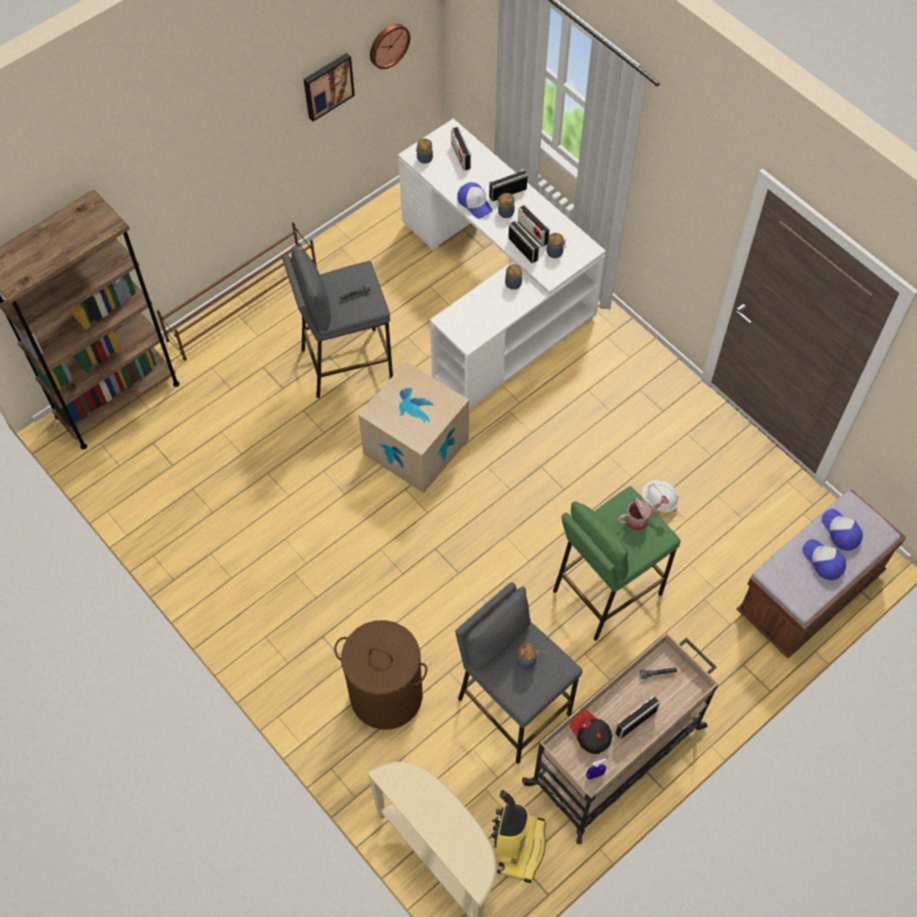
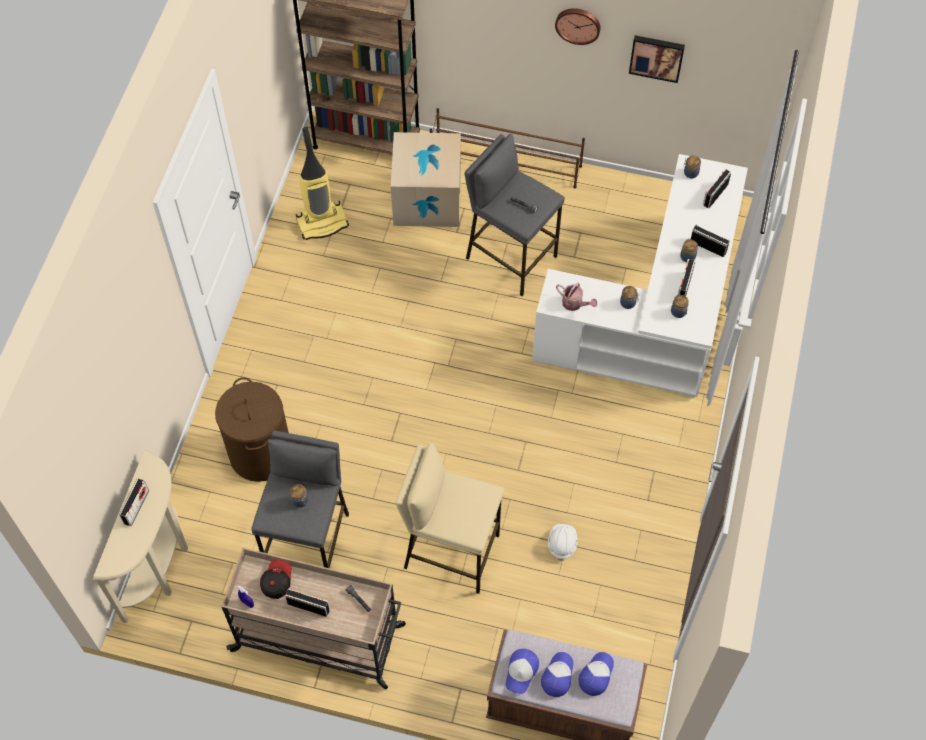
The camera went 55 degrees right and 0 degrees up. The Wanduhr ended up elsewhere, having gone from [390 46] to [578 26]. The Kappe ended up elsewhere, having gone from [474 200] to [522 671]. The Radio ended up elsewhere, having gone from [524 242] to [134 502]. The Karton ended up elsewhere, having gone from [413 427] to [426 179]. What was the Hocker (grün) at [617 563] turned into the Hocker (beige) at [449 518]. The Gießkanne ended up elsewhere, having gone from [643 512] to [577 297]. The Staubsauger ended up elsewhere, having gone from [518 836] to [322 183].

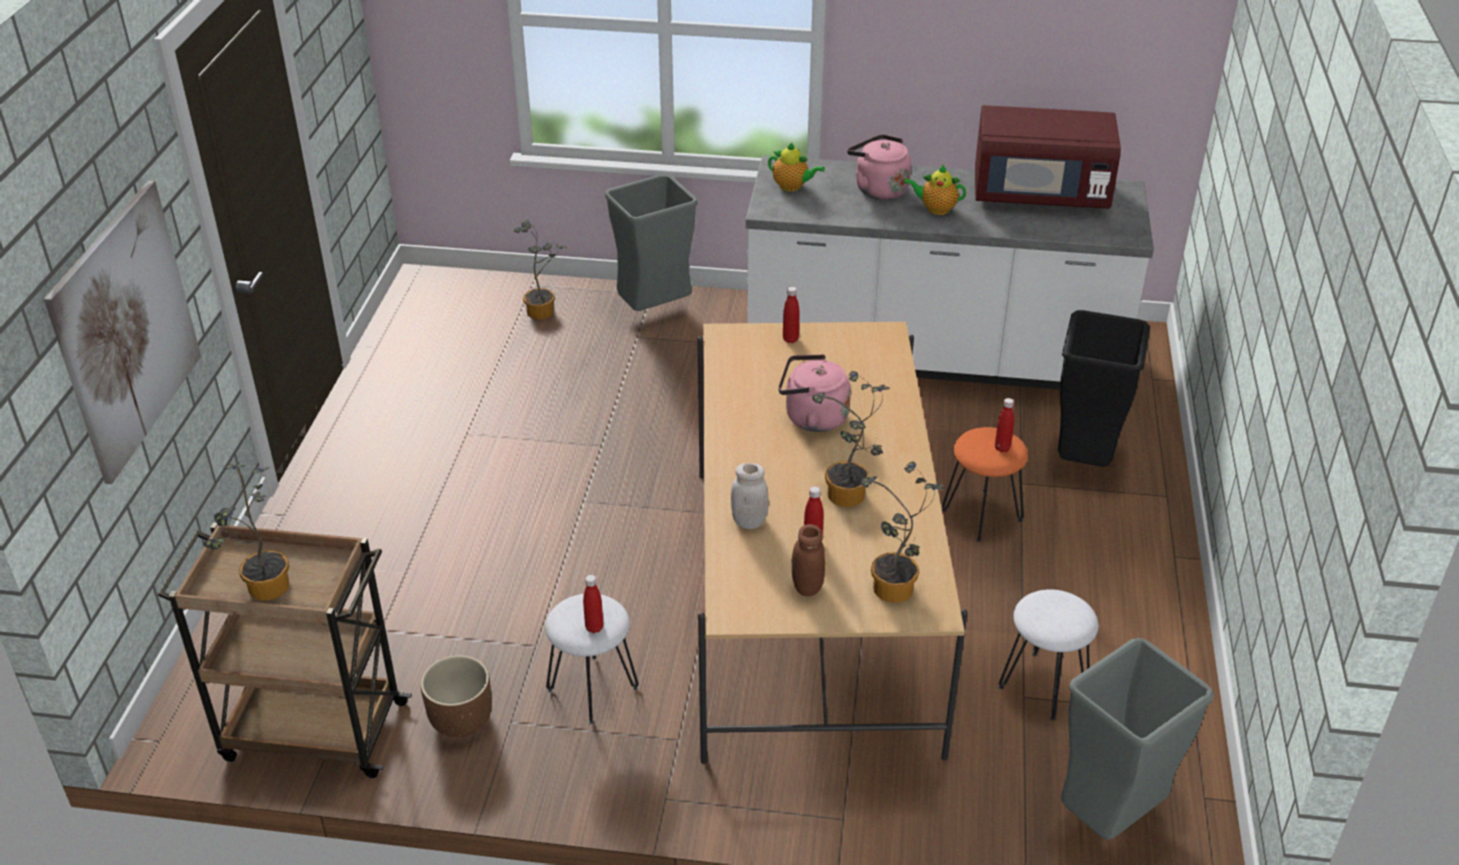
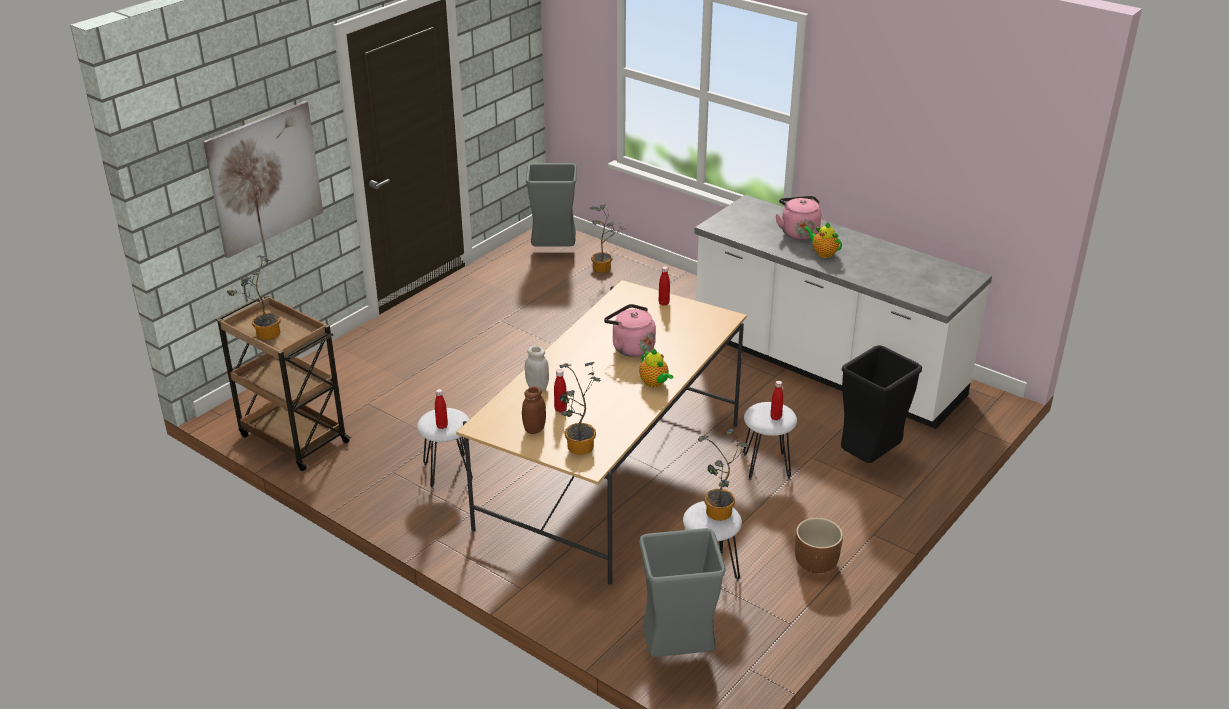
The camera went 30 degrees right and 5 degrees down. The second view lost the Mikrowelle (rot) at [1048 157]. The Teekanne ended up elsewhere, having gone from [796 167] to [656 368]. The Mülleimer (grau) ended up elsewhere, having gone from [651 243] to [551 205]. The Topfpflanze ended up elsewhere, having gone from [851 439] to [723 475]. What was the Hocker (orange) at [985 484] turned into the Hocker (weiß) at [770 441]. The Pflanzkübel (braun) ended up elsewhere, having gone from [456 696] to [819 545].

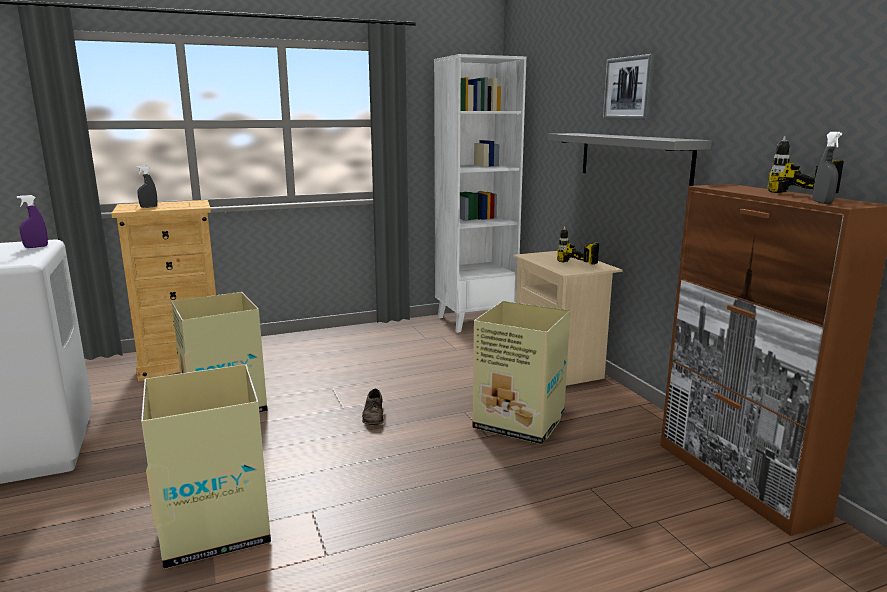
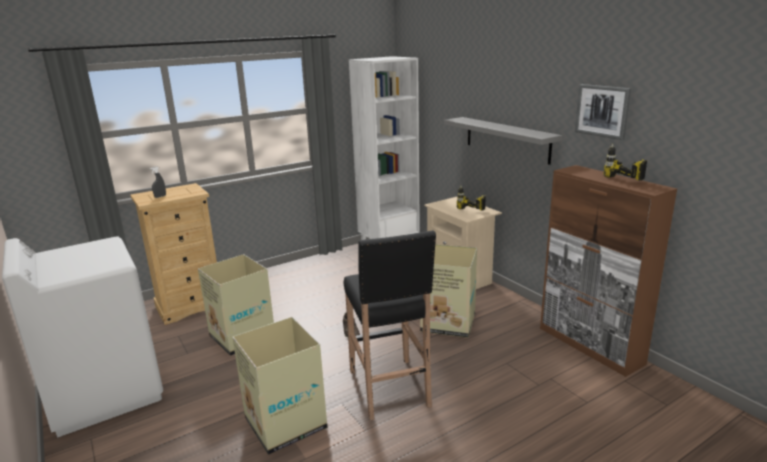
The camera went 10 degrees left and 5 degrees up. The Bild ended up elsewhere, having gone from [629 87] to [603 112]. The second view lost the Sprühflasche (grau) at [827 168]. The second view lost the Sprühflasche (lila) at [32 221]. The second view gained the Hocker (schwarz) at [390 325].

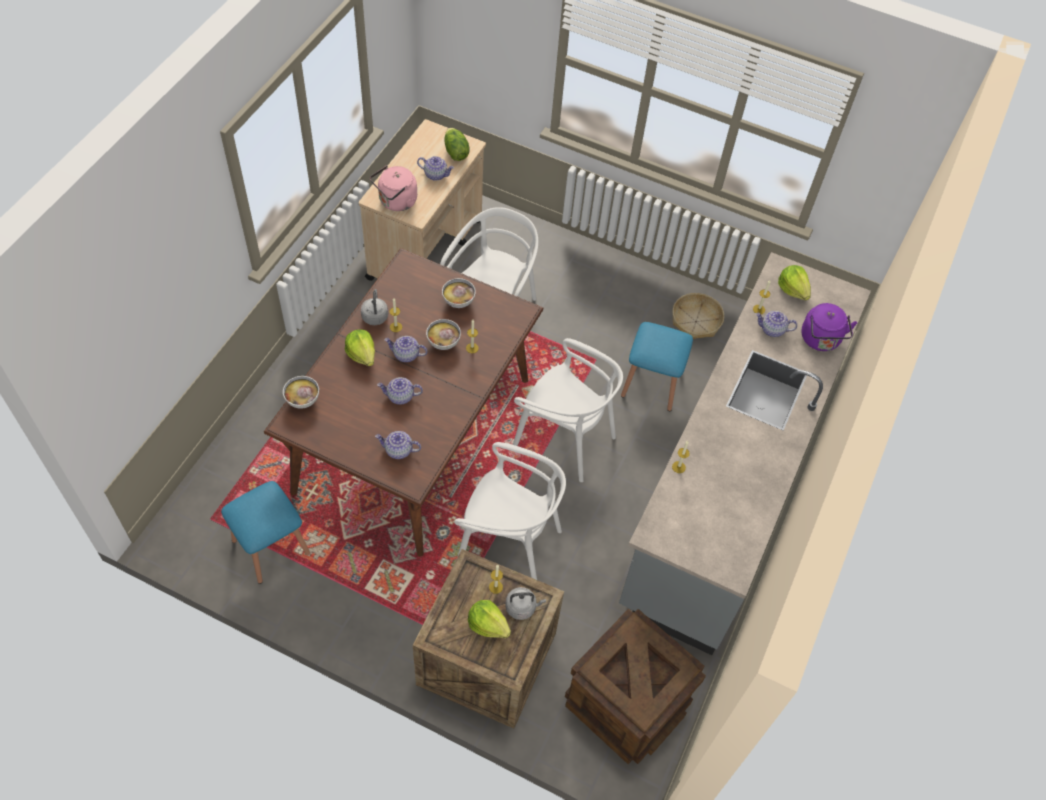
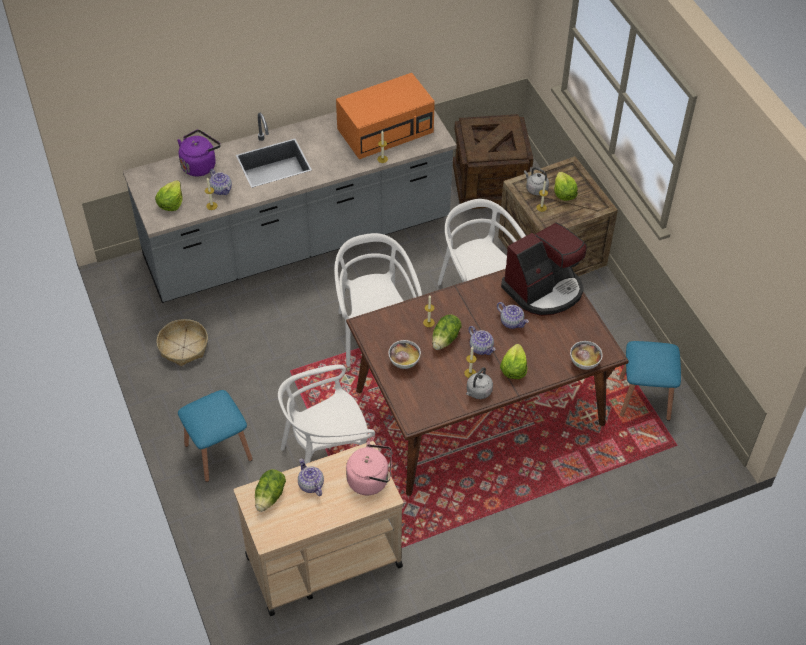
The camera went 135 degrees left and 5 degrees down. Where the Schüssel stood at [443 334], the Salatkopf came to stand at [447 332]. The Hocker (blau) ended up elsewhere, having gone from [657 366] to [215 436]. Where the Teekanne stood at [398 445], the Kaffeemaschine came to stand at [544 269]. The second view gained the Mikrowelle (orange) at [385 116].

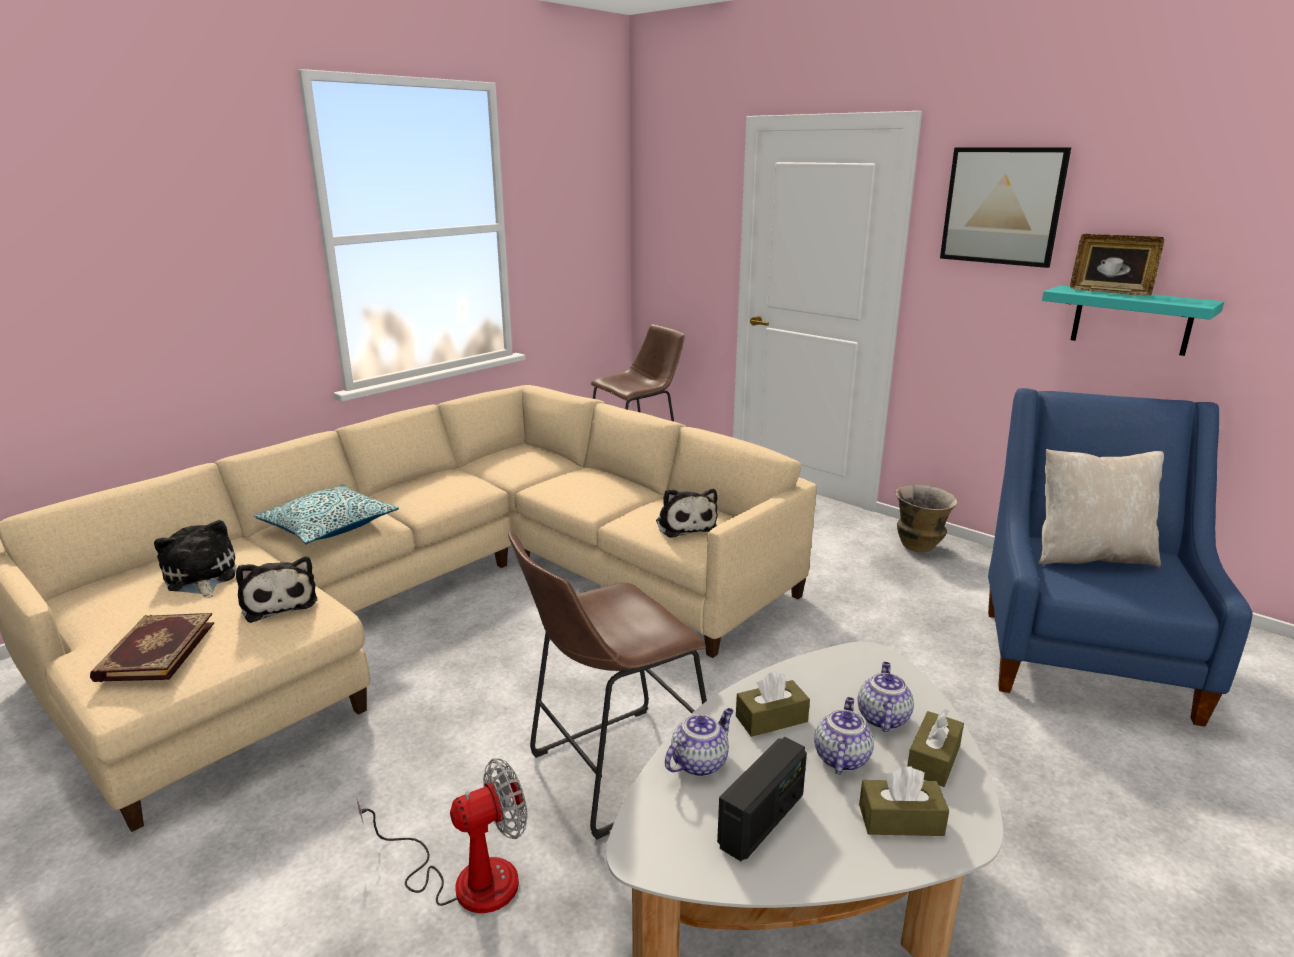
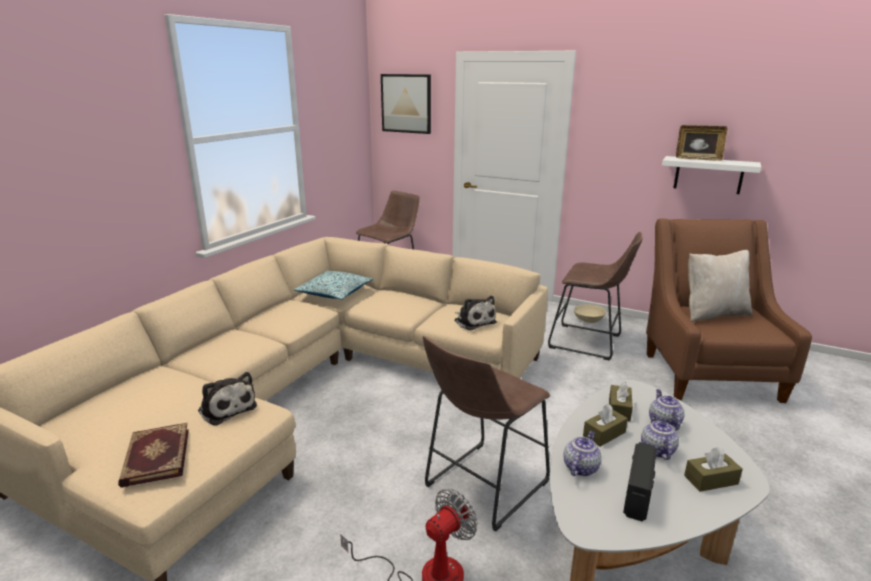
The camera went 15 degrees left and 0 degrees up. The Bild ended up elsewhere, having gone from [1005 207] to [406 104]. What was the Wandregal (türkis) at [1133 320] turned into the Wandregal (weiß) at [711 175]. What was the Sessel (blau) at [1120 557] turned into the Sessel (braun) at [729 310]. The Kissen ended up elsewhere, having gone from [326 514] to [333 285]. Where the Vase stood at [926 519], the Schüssel (beige) came to stand at [590 313]. The second view lost the Plüschtier at [195 559]. The Taschentuchbox (braun) ended up elsewhere, having gone from [935 748] to [621 401]. The second view gained the Hocker (braun) at [595 296].

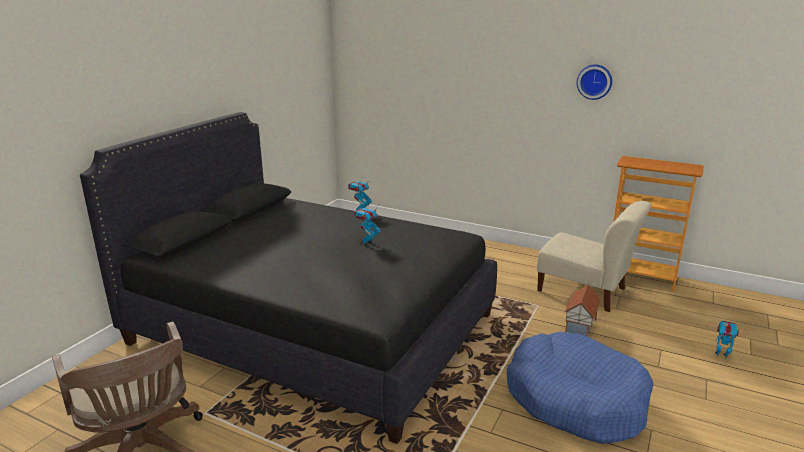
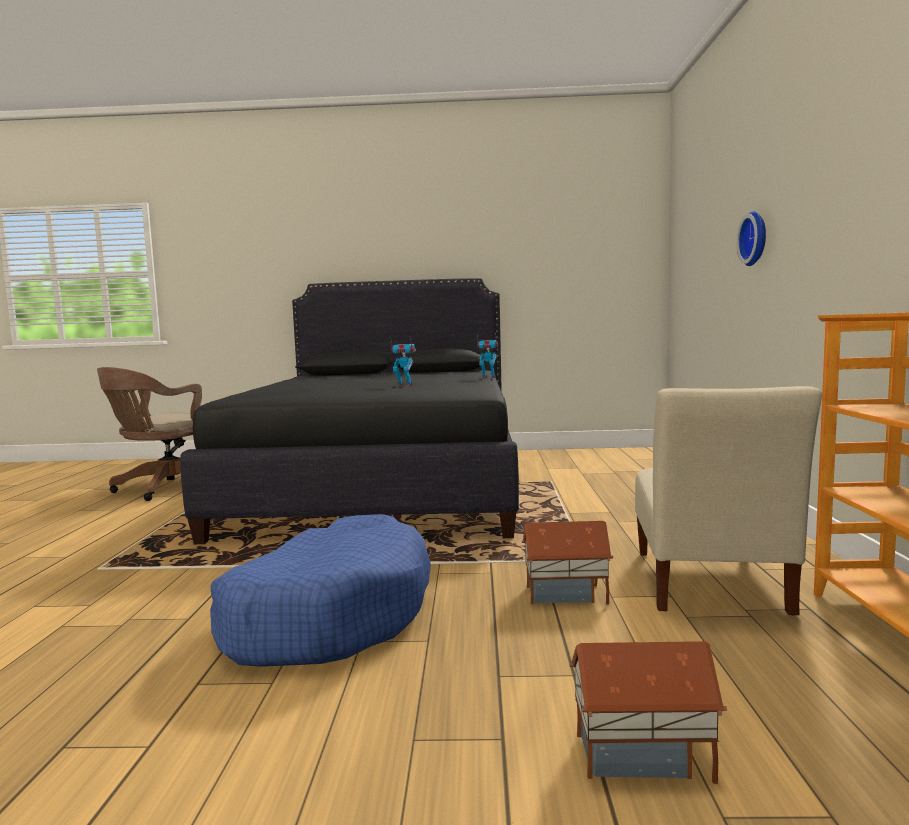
The camera went 65 degrees right and 15 degrees down. The Wanduhr ended up elsewhere, having gone from [594 82] to [751 238]. Where the Spielzeugroboter stood at [727 340], the Spielzeughaus came to stand at [648 712].

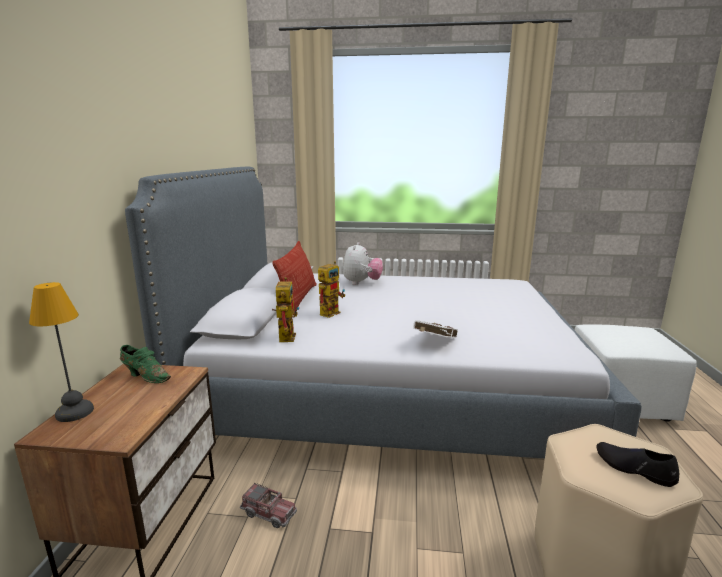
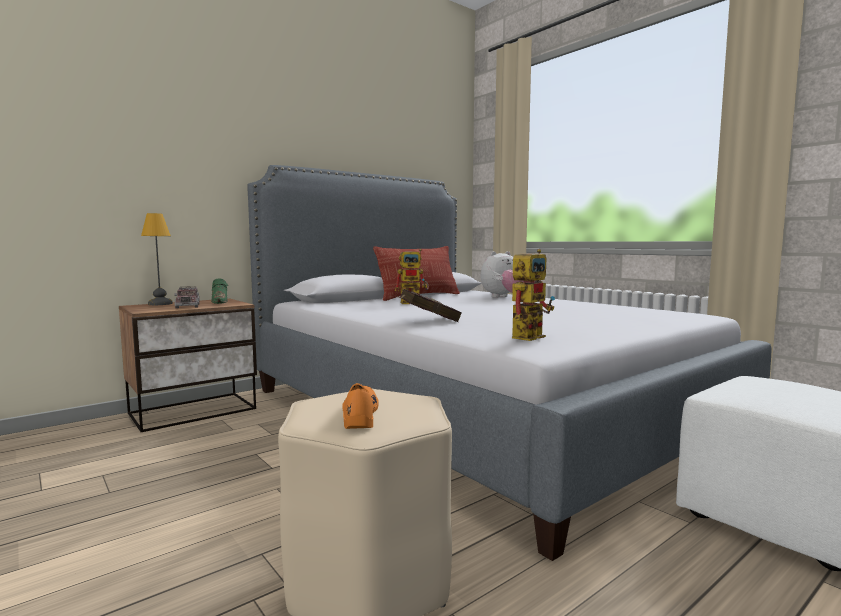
The camera went 45 degrees right and 10 degrees down. The Spielzeugroboter ended up elsewhere, having gone from [285 309] to [533 295]. What was the Buch (weiß) at [435 329] turned into the Buch (rot) at [429 305]. What was the Schuh (schwarz) at [637 464] turned into the Schuh (orange) at [360 406]. The Spielzeuglaster ended up elsewhere, having gone from [268 505] to [187 297].

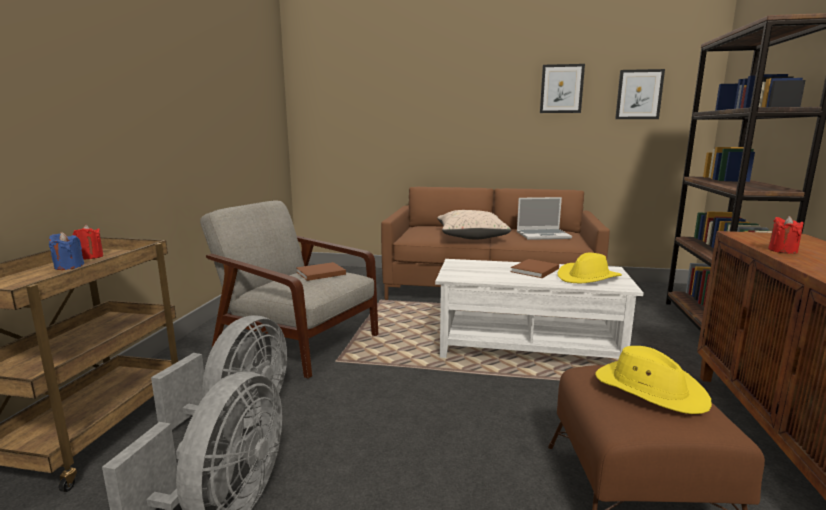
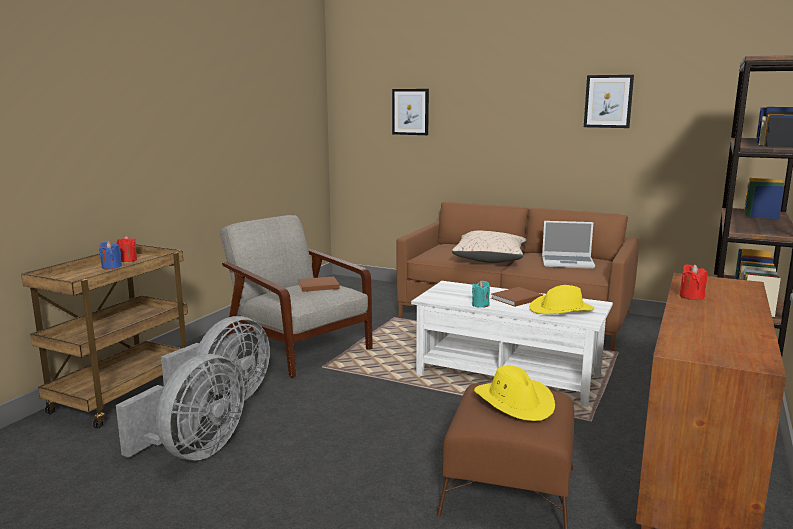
The camera went 15 degrees right and 0 degrees up. The Bild ended up elsewhere, having gone from [640 94] to [410 112]. The second view gained the Kerze (türkis) at [481 294].

